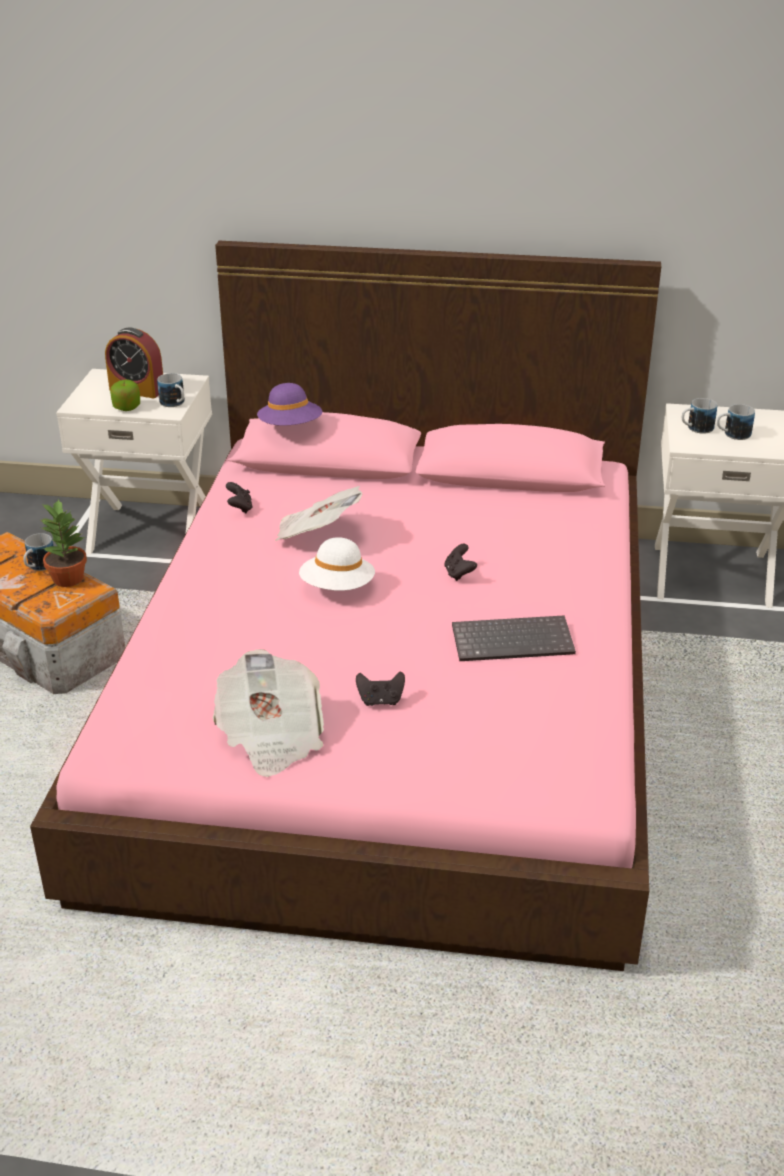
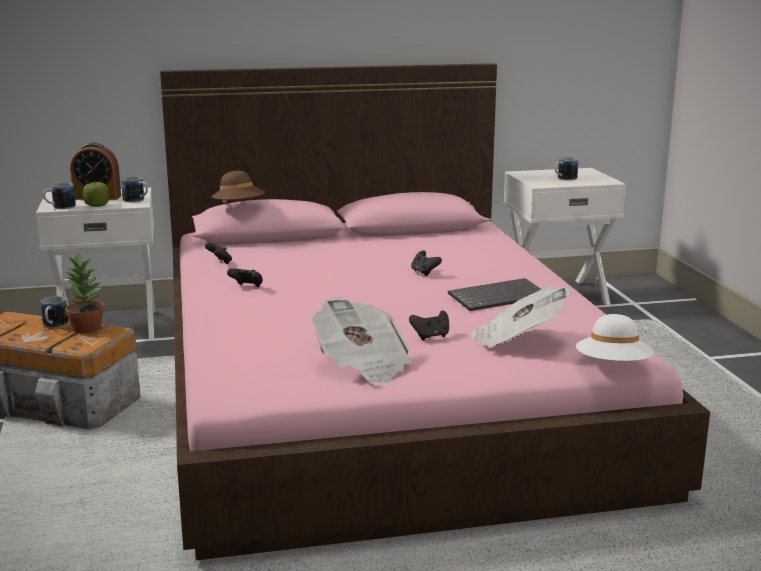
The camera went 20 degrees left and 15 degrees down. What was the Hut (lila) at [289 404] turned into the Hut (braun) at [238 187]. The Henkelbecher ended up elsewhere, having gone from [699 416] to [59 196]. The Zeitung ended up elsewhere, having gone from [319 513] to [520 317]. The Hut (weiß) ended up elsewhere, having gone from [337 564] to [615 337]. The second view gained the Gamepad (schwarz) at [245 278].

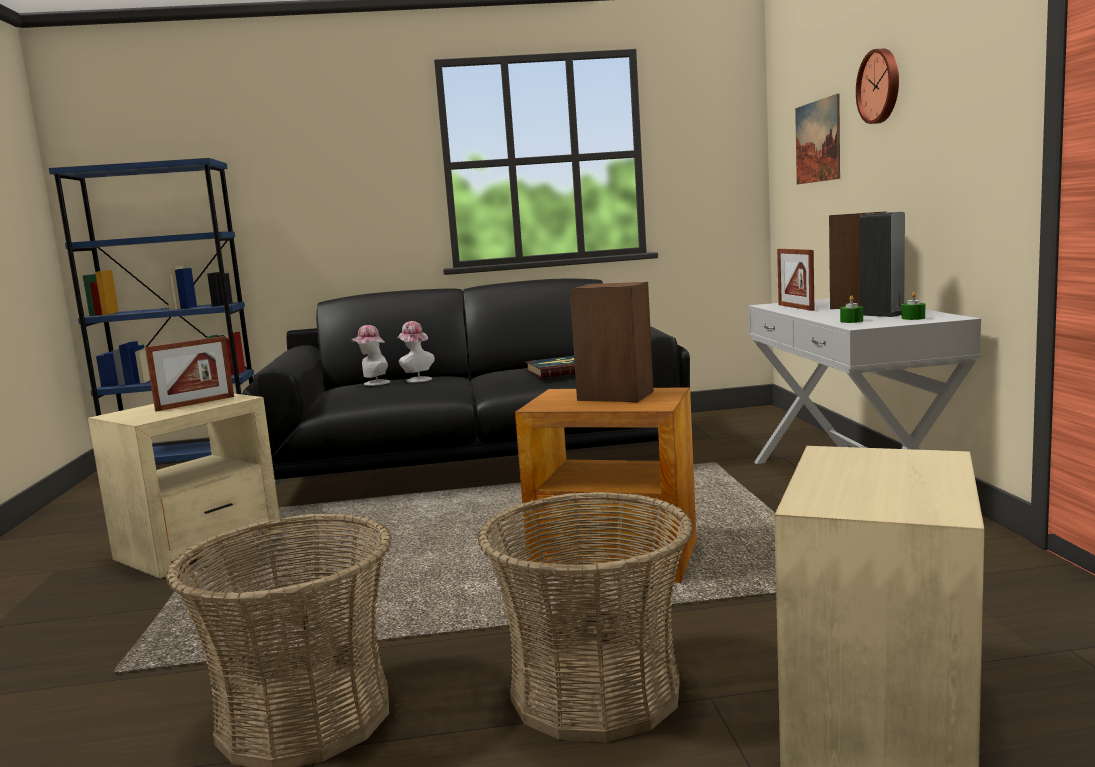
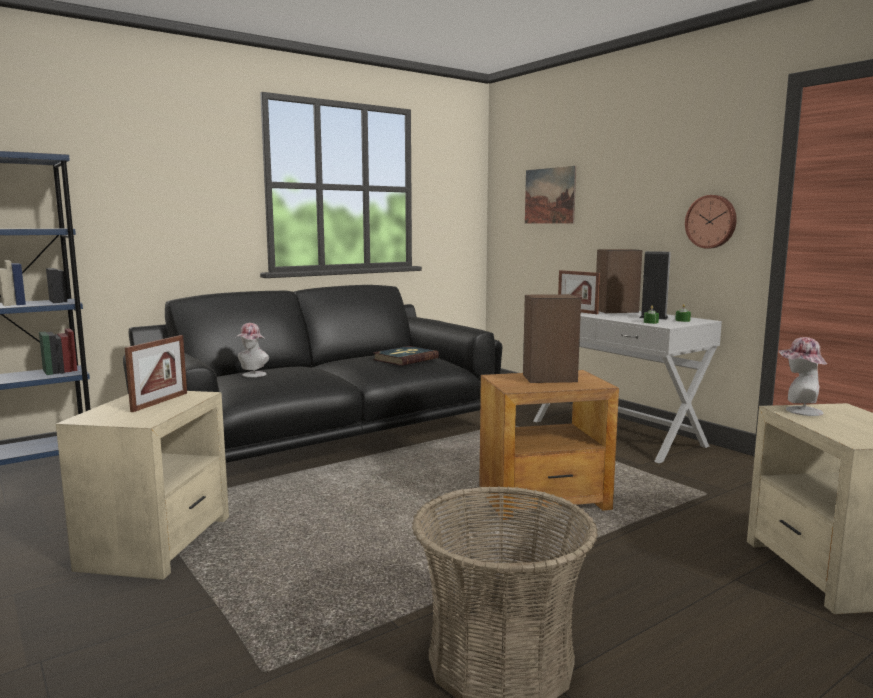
The camera went 30 degrees left and 0 degrees up. The Wanduhr ended up elsewhere, having gone from [877 86] to [711 222]. The Hut ended up elsewhere, having gone from [416 352] to [802 376]. The second view lost the Korb at [585 616].

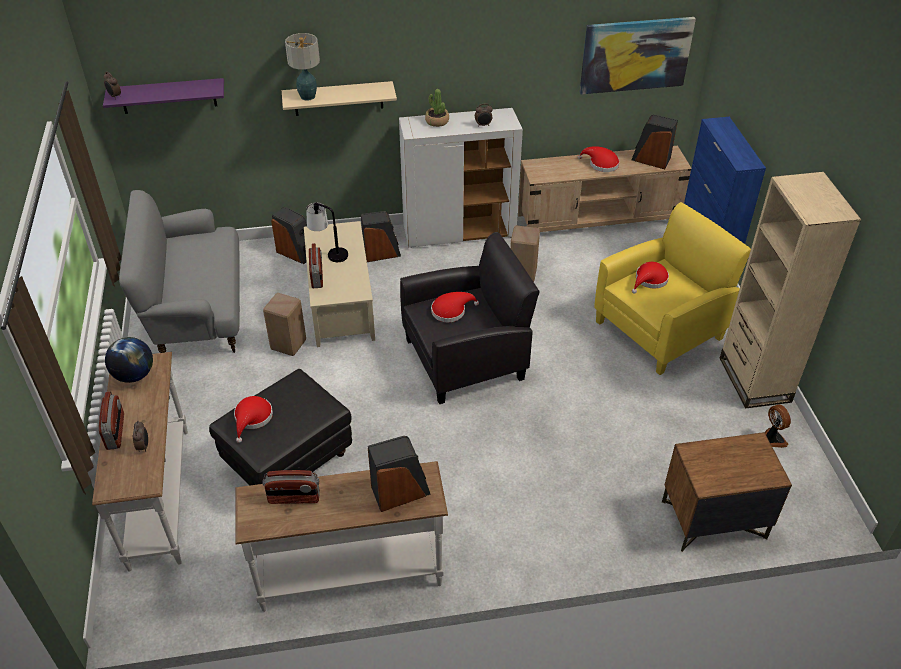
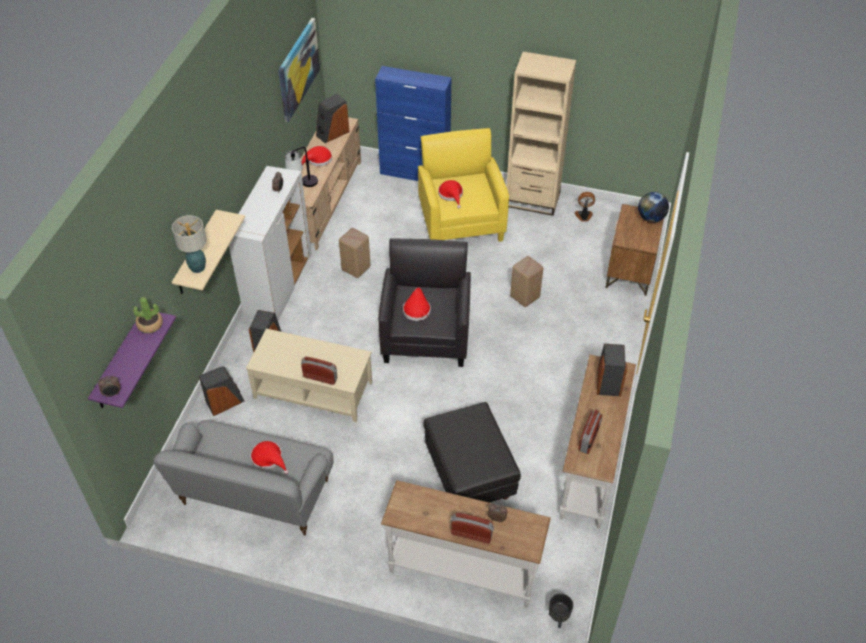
The camera went 65 degrees left and 5 degrees up. The Topfpflanze ended up elsewhere, having gone from [437 108] to [148 315]. The Tischlampe ended up elsewhere, having gone from [327 232] to [301 167]. The Hocker (beige) ended up elsewhere, having gone from [284 324] to [526 281]. The Globus ended up elsewhere, having gone from [129 360] to [653 207]. The Hut (rot) ended up elsewhere, having gone from [253 419] to [270 457]. The second view gained the Pflanzkübel (schwarz) at [561 610].

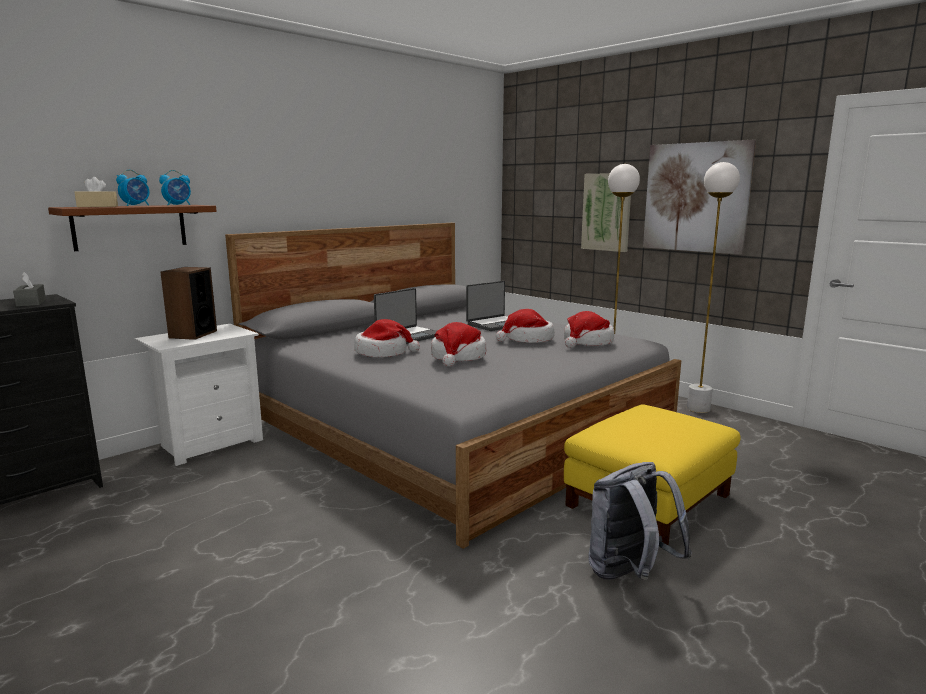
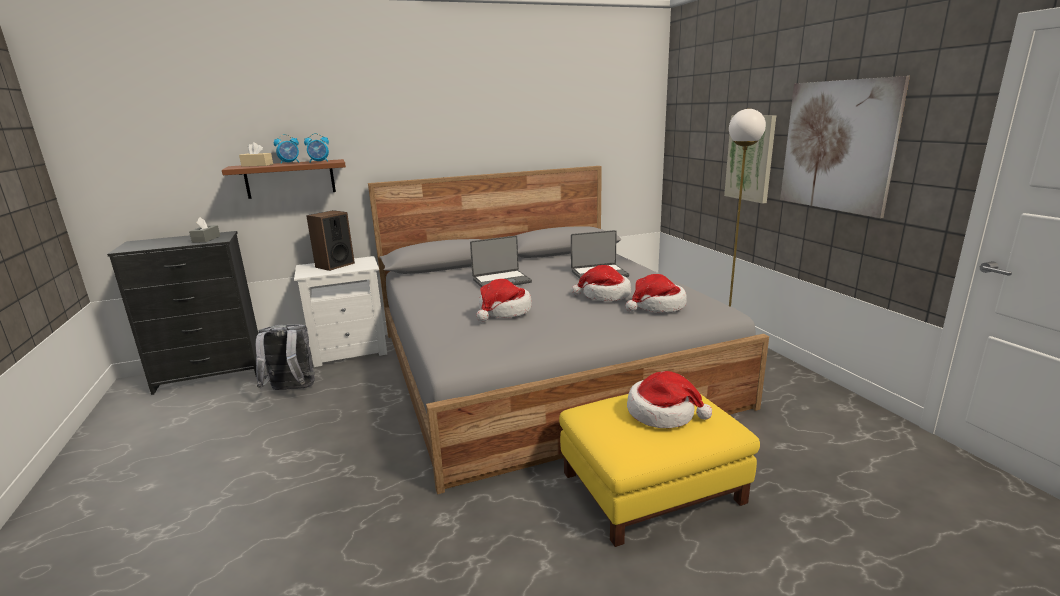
The camera went 25 degrees right and 5 degrees up. The second view lost the Stehlampe (weiß) at [713 287]. The Hut ended up elsewhere, having gone from [387 338] to [669 399]. The Rucksack (grau) ended up elsewhere, having gone from [640 521] to [285 357].

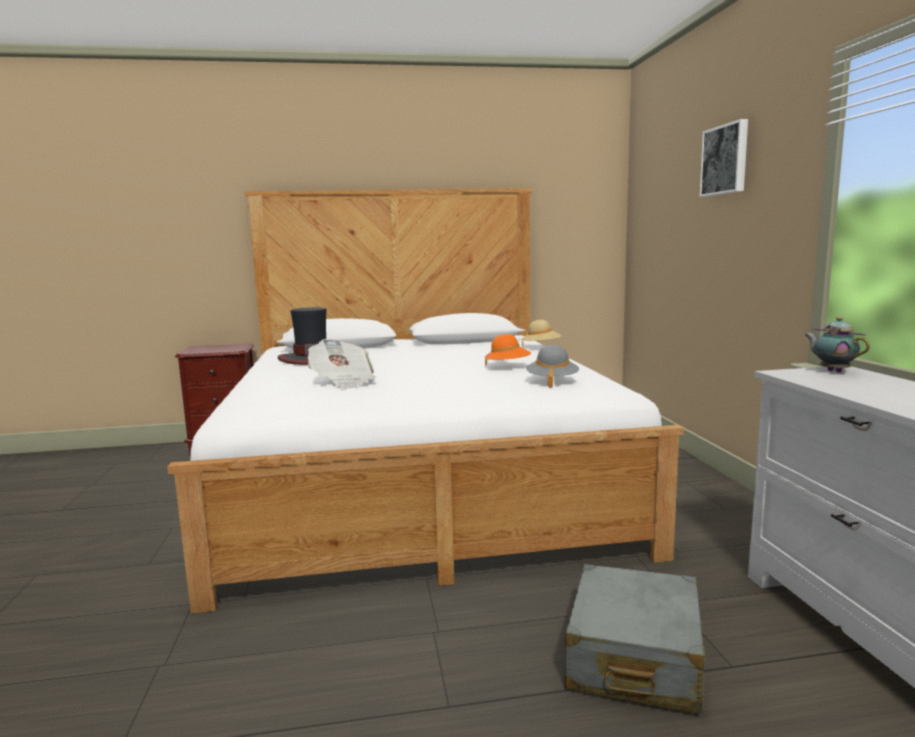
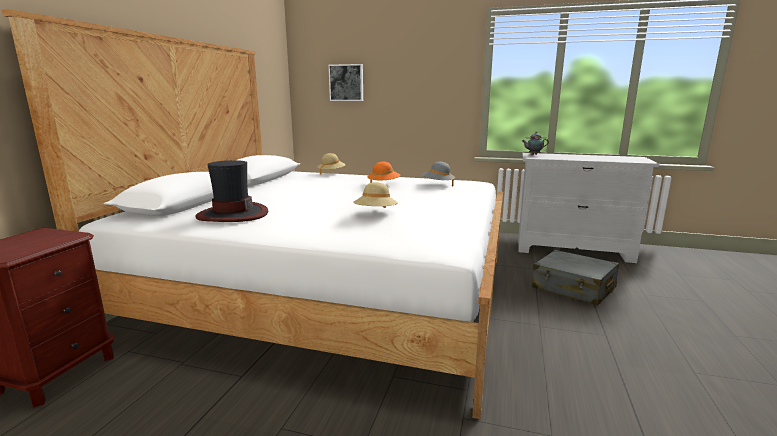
The camera went 65 degrees left and 5 degrees up. The Bild ended up elsewhere, having gone from [724 158] to [345 82]. Where the Zeitung stood at [342 364], the Hut (beige) came to stand at [375 195].

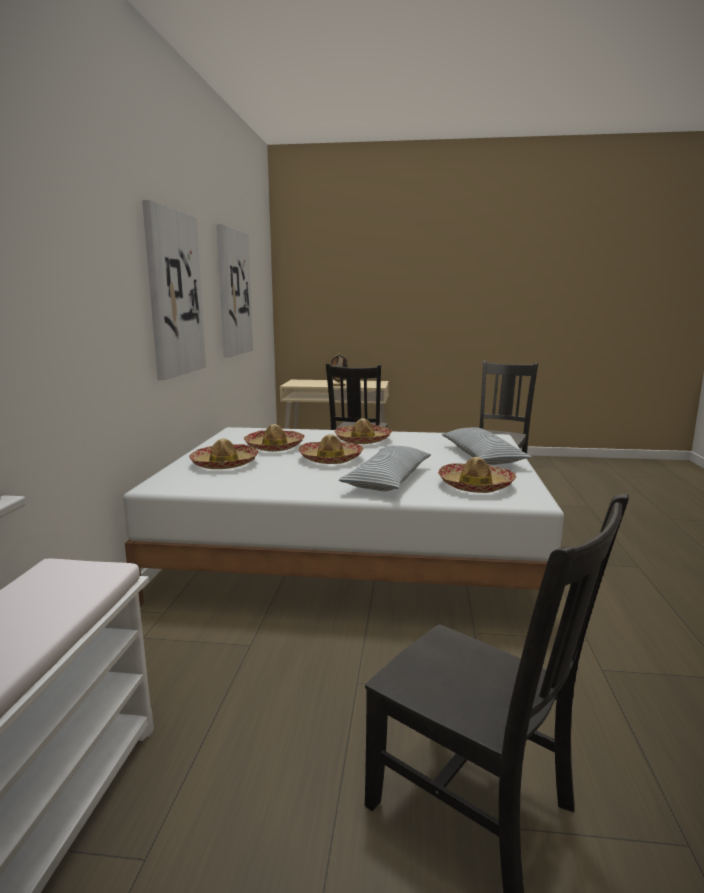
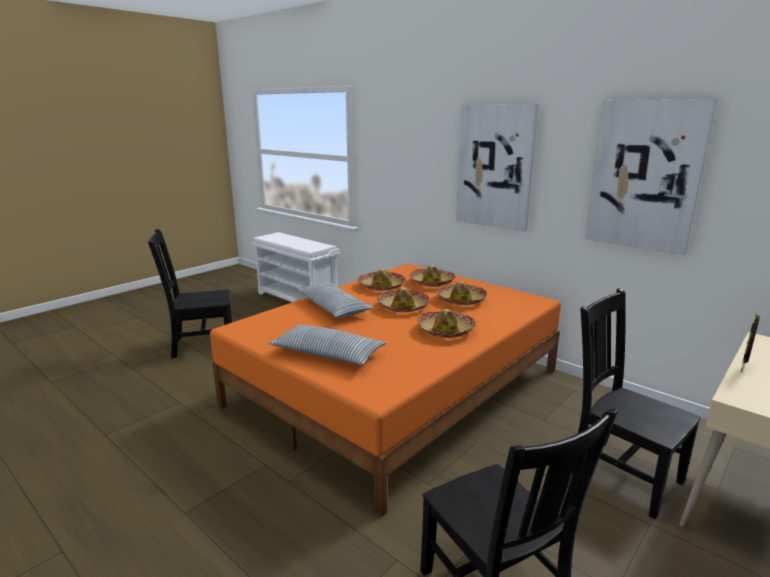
The camera went 125 degrees right and 5 degrees up. What was the Bett (weiß) at [343 530] turned into the Bett (orange) at [385 390]. The Hut ended up elsewhere, having gone from [477 475] to [381 280].

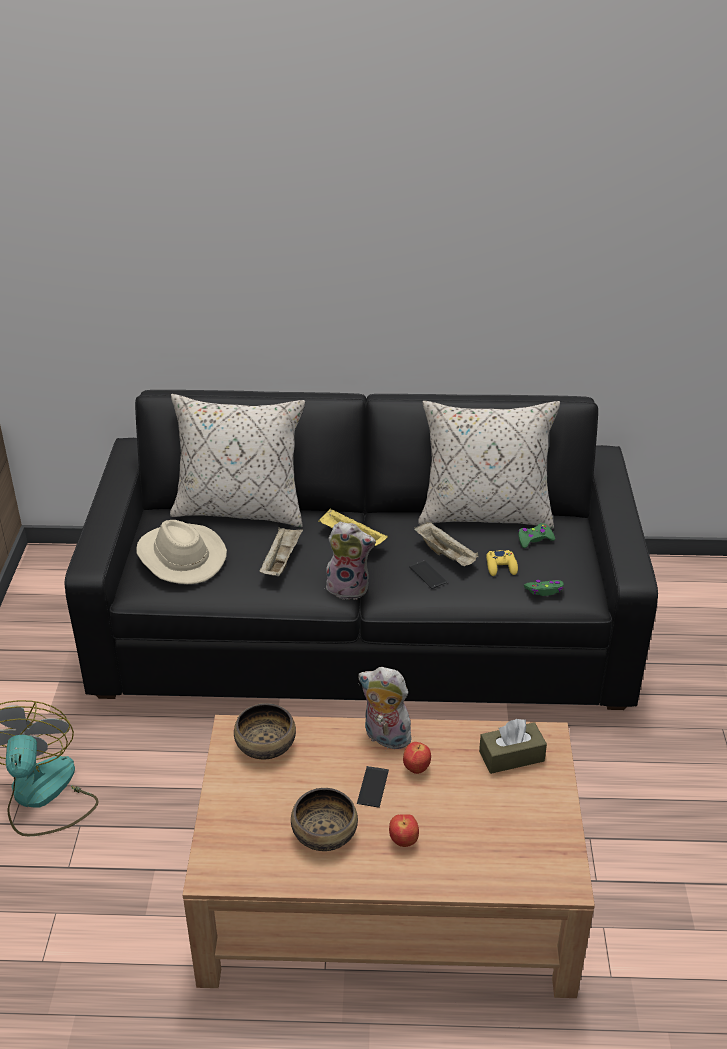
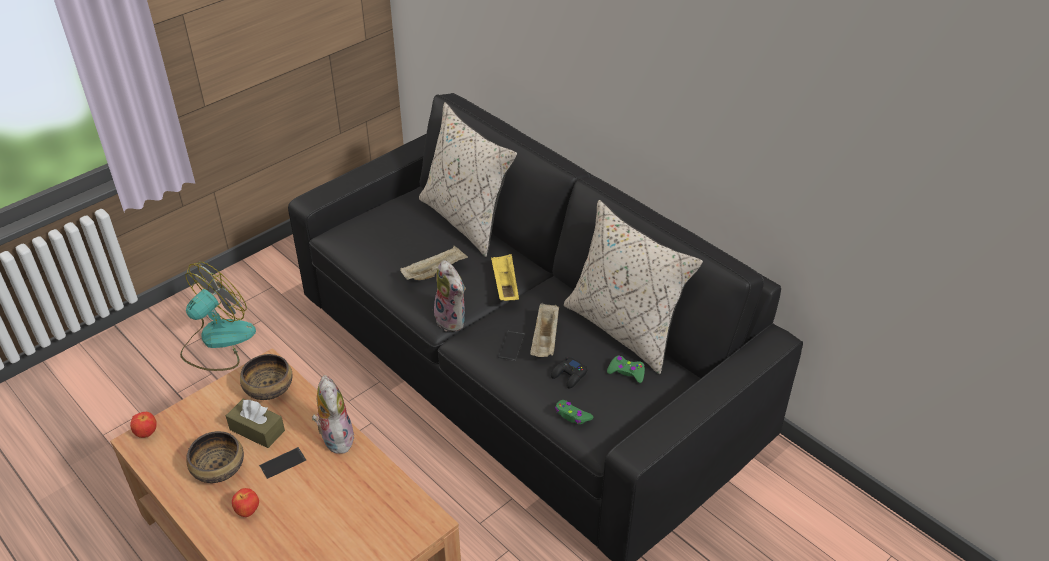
The camera went 45 degrees right and 5 degrees up. The second view lost the Hut (beige) at [181 552]. What was the Gamepad (gelb) at [502 563] turned into the Gamepad (schwarz) at [569 373]. The Taschentuchbox (braun) ended up elsewhere, having gone from [513 746] to [255 423]. The Apfel ended up elsewhere, having gone from [417 758] to [143 425].

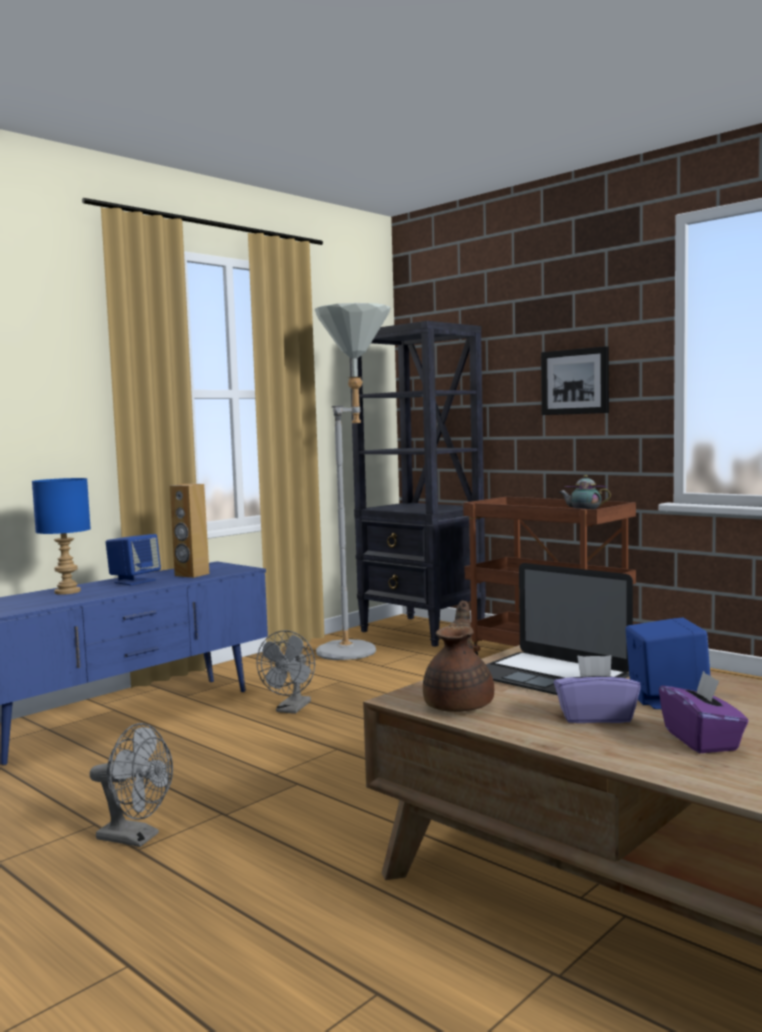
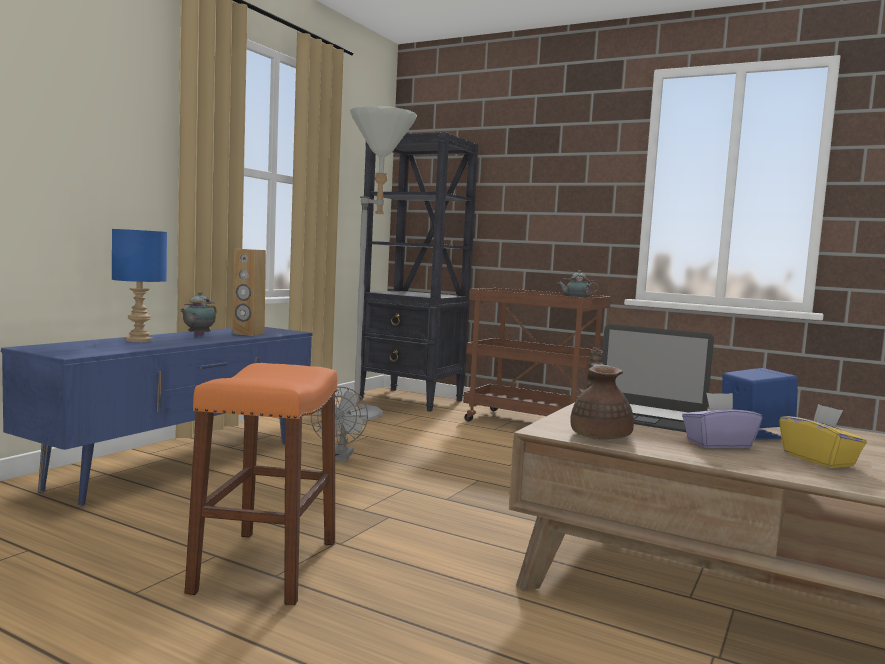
The camera went 15 degrees left and 0 degrees up. The second view lost the Bild at [575 380]. Where the Lautsprecher (blau) stood at [133 559], the Teekanne came to stand at [198 314]. What was the Taschentuchbox (lila) at [703 712] turned into the Taschentuchbox (gelb) at [823 436]. Where the Ventilator (grau) stood at [131 785], the Hocker (orange) came to stand at [261 484].

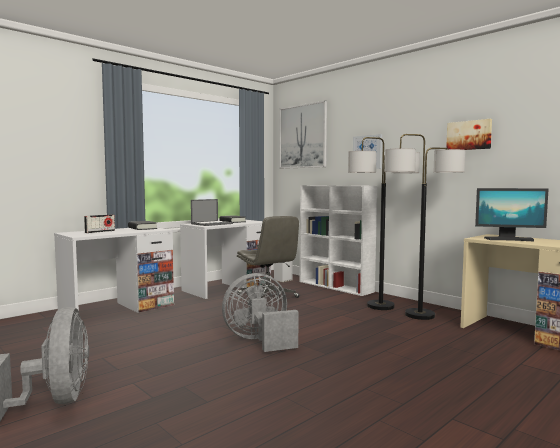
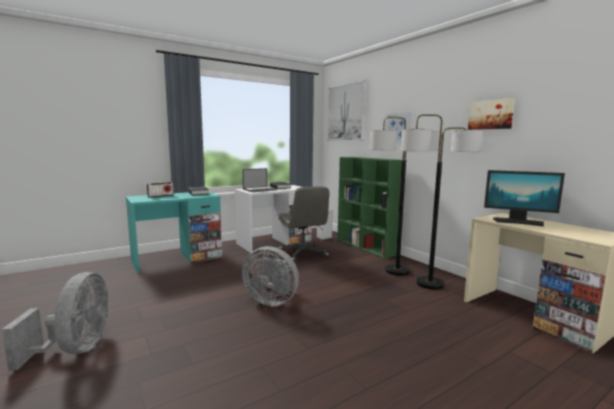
The camera went 10 degrees right and 5 degrees up. What was the Bücherregal (weiß) at [338 240] turned into the Bücherregal (grün) at [369 208]. What was the Schreibtisch (weiß) at [114 270] turned into the Schreibtisch (türkis) at [174 233]. The Ventilator (grau) at [260 312] ended up facing another way, 150 degrees counterclockwise from before.

